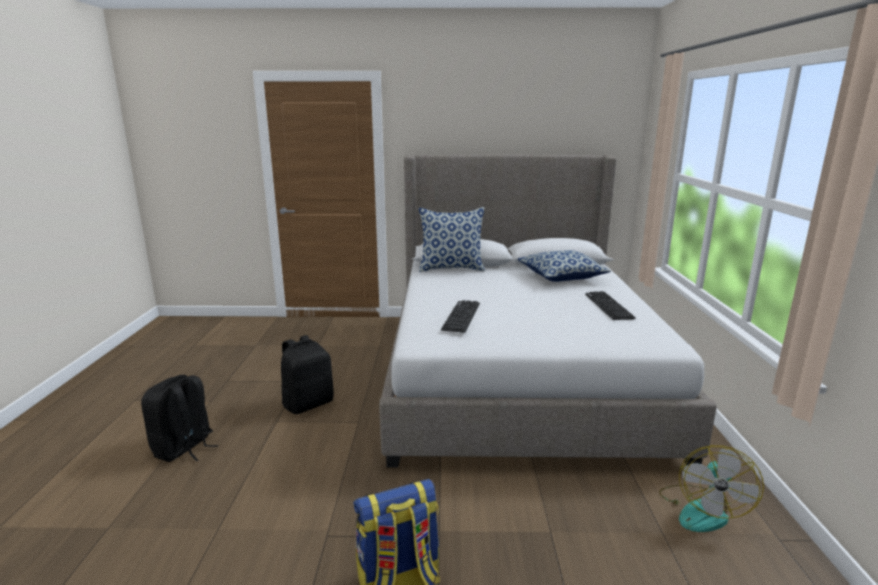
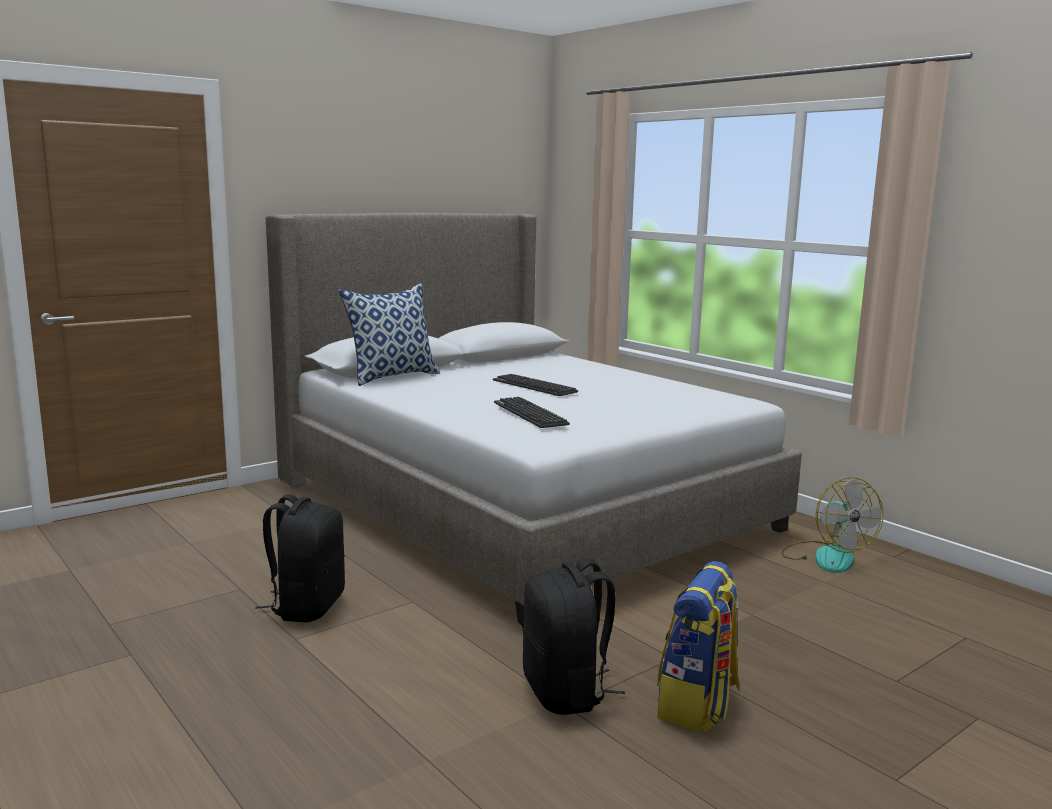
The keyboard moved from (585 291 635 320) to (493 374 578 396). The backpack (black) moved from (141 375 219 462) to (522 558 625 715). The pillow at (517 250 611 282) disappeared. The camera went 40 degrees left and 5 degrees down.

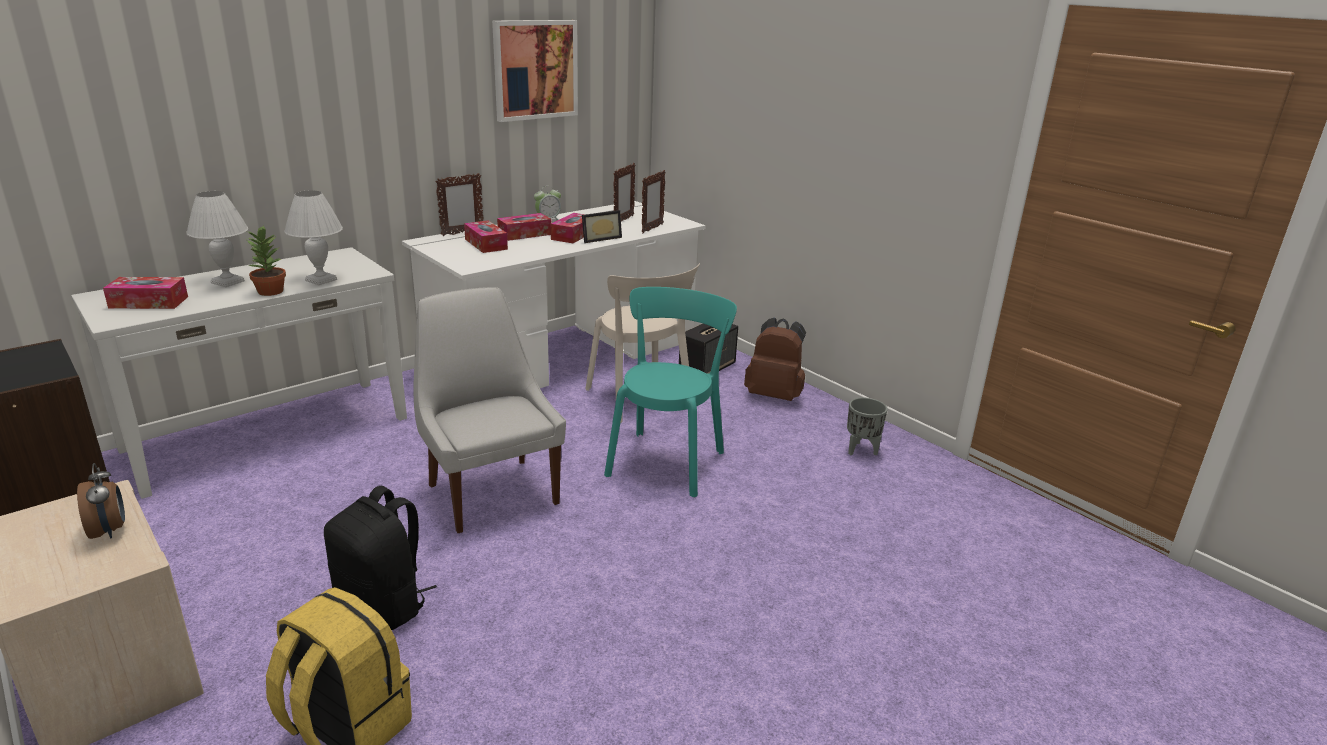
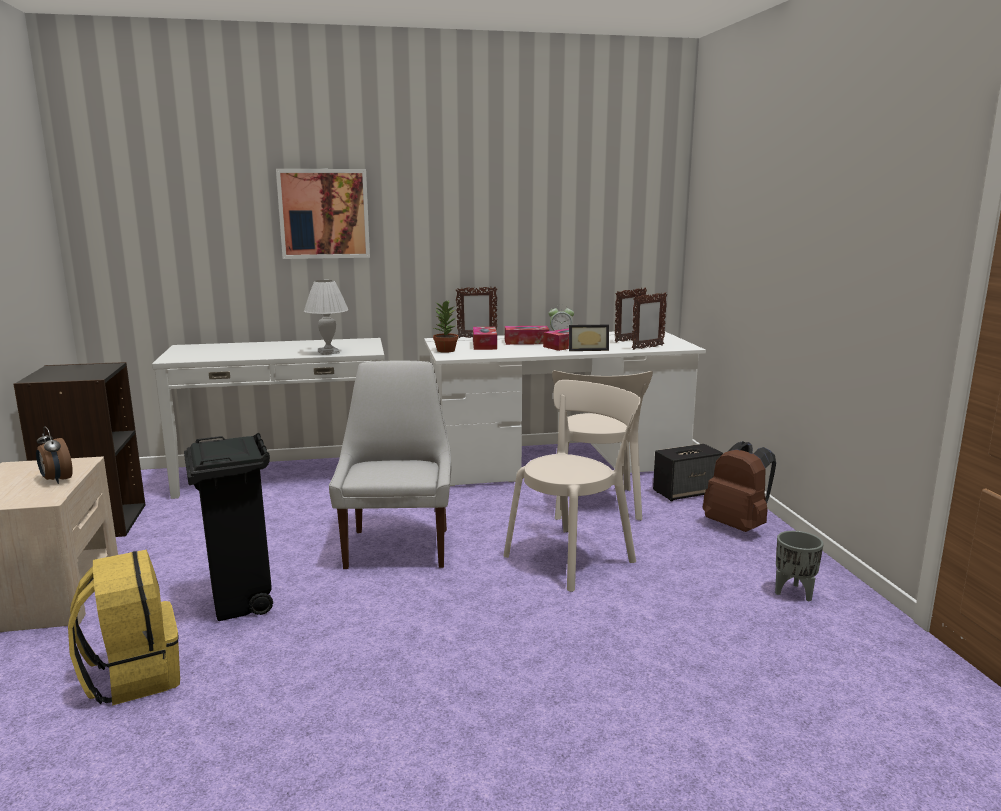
The alarm clock at (77 463 125 539) turned 135 degrees clockwise. The backpack (black) at (324 486 437 630) was replaced by the trash can (black) at (184 433 273 621). The picture moved from (492 20 578 122) to (276 169 370 259). The potted plant moved from (246 226 286 296) to (433 300 458 353). The chair (turquoise) at (604 287 737 497) became the chair (beige) at (503 380 641 592). The tissue box at (103 277 188 309) disappeared. The table lamp (white) at (186 191 248 287) disappeared. The camera went 30 degrees right and 10 degrees down.

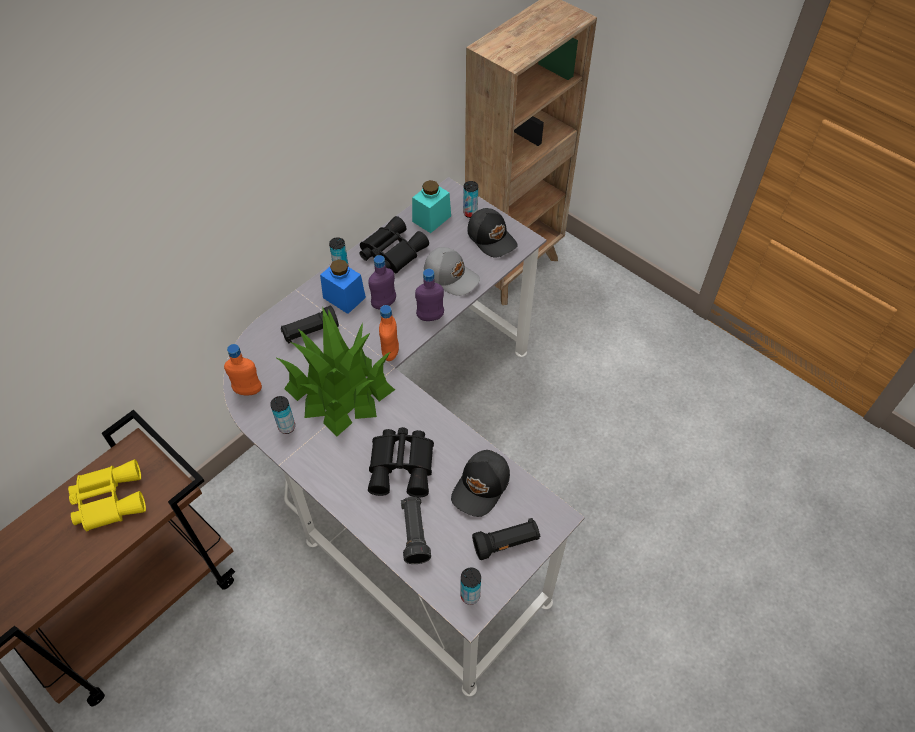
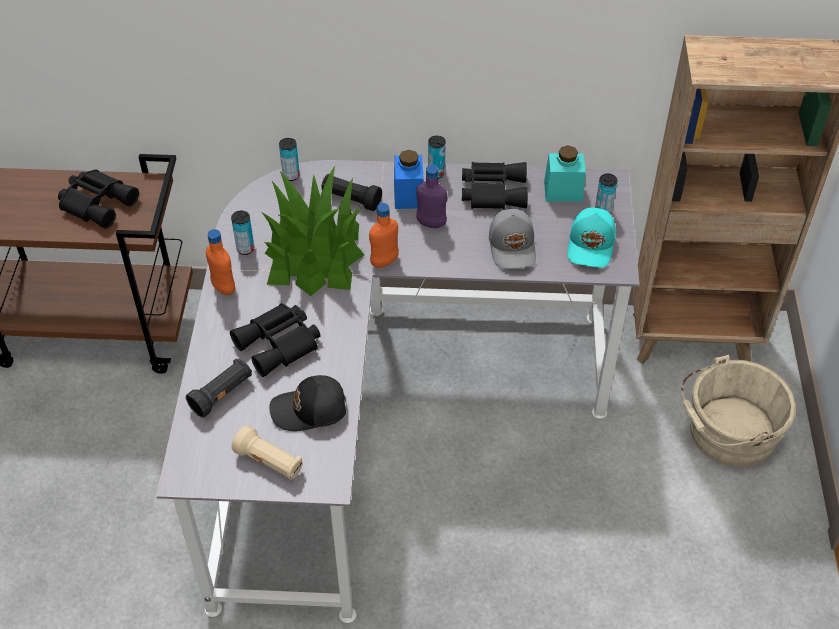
The binoculars (yellow) at (68 459 146 532) became the binoculars (black) at (58 169 139 229). The bottle (orange) moved from (224 344 262 395) to (206 229 235 295). The flashlight (black) at (472 518 541 560) became the flashlight (beige) at (232 426 303 480). The can moved from (461 568 481 605) to (279 138 300 181). The cap (black) at (467 208 518 258) became the cap (turquoise) at (567 207 616 268). The bucket (beige) at (681 355 796 468) appeared. The bottle (purple) at (415 269 444 321) disappeared. The camera went 50 degrees right and 5 degrees down.

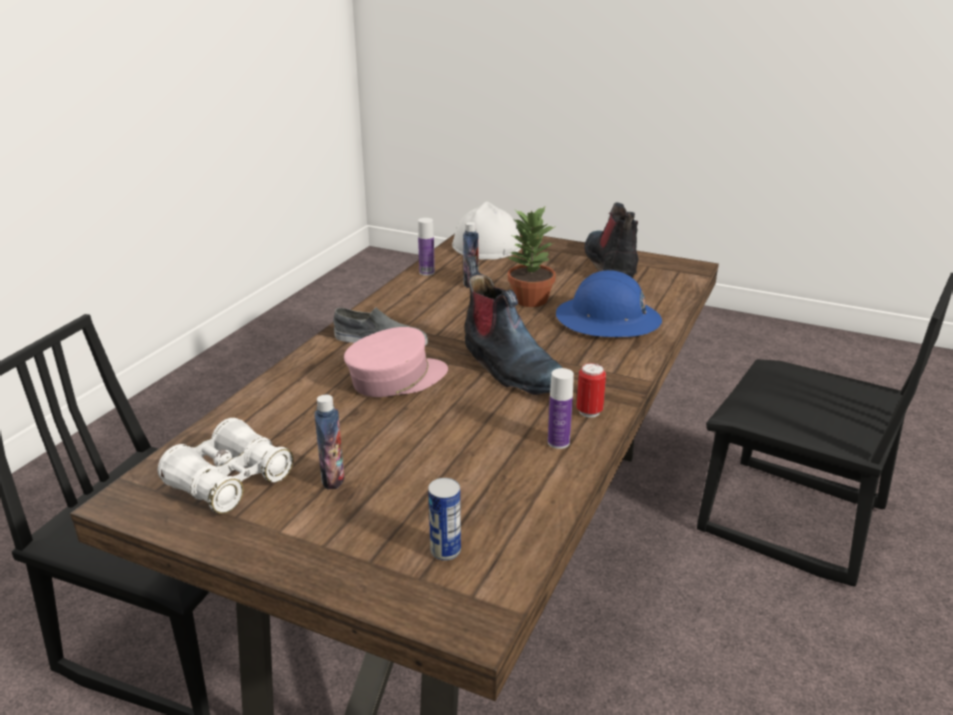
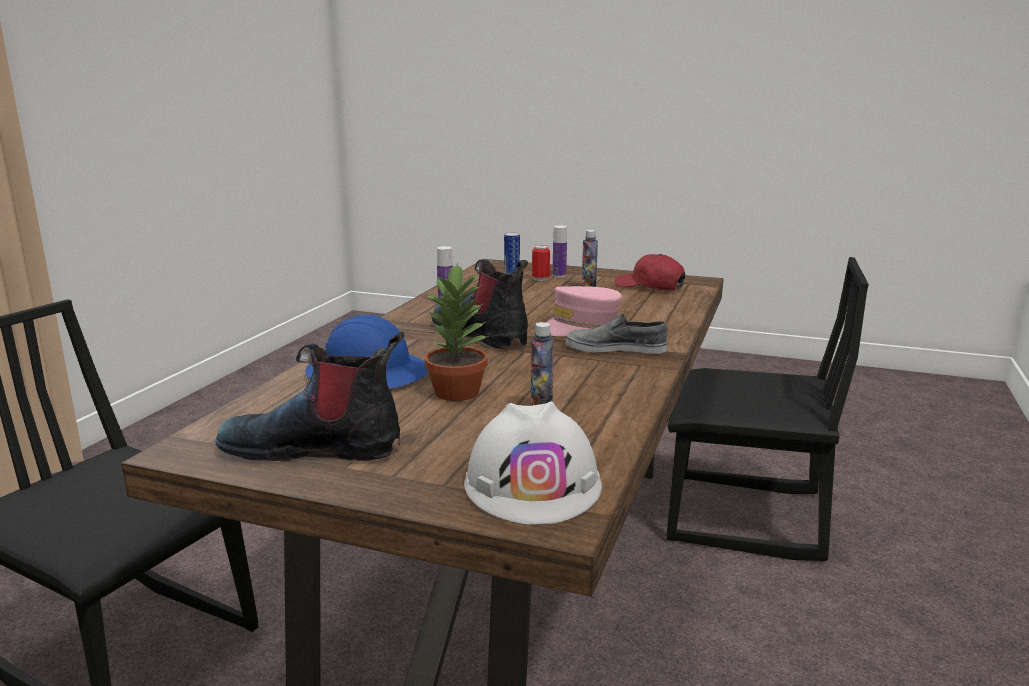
The boot at (585 202 639 278) turned 105 degrees clockwise. The can moved from (577 363 606 417) to (532 245 550 281). The bottle moved from (418 218 435 276) to (553 225 567 277). The binoculars (white) at (158 418 294 514) was replaced by the cap (red) at (615 254 685 291). The camera went 175 degrees right and 10 degrees down.

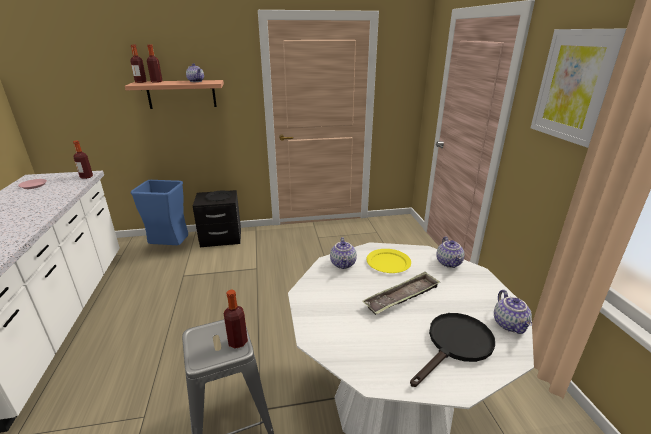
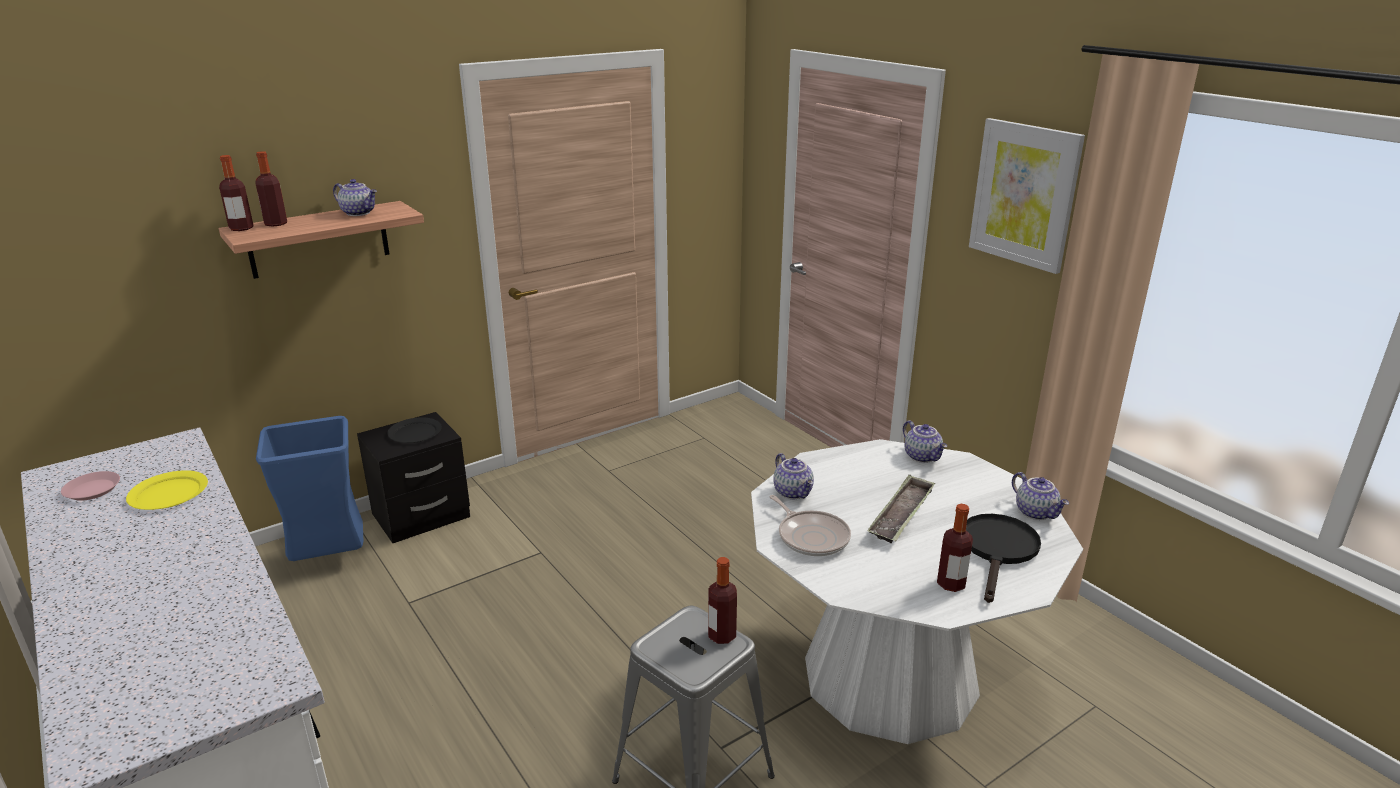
The plate (yellow) moved from (366 249 411 273) to (126 470 208 510). The frying pan at (769 495 851 556) appeared. The bottle moved from (73 141 93 179) to (937 504 973 592). The camera went 25 degrees left and 0 degrees up.

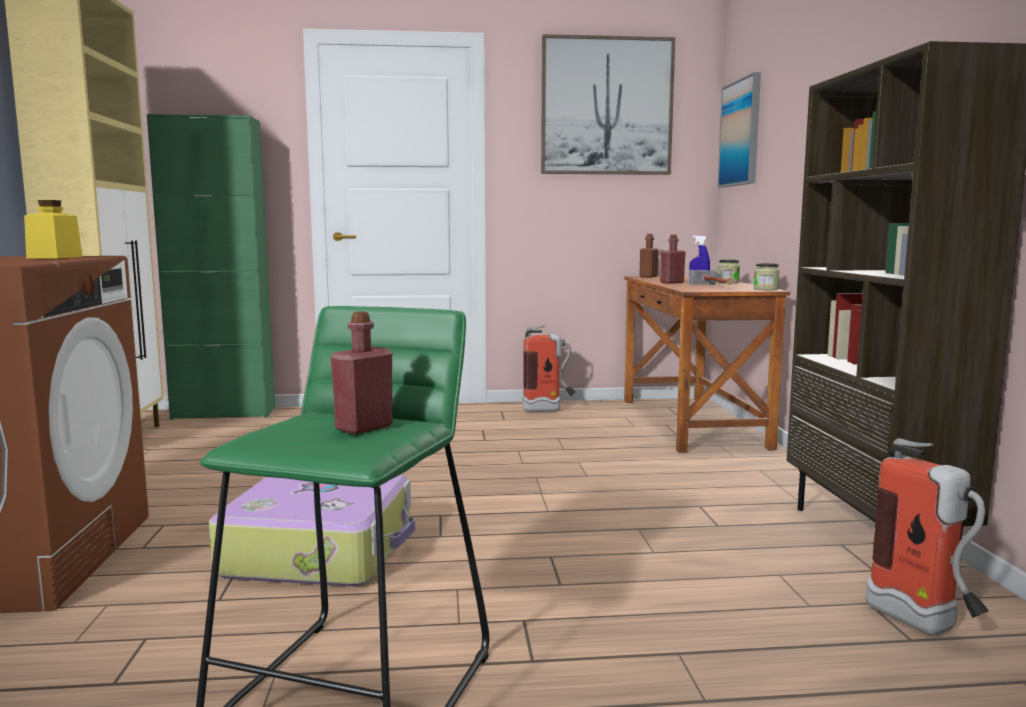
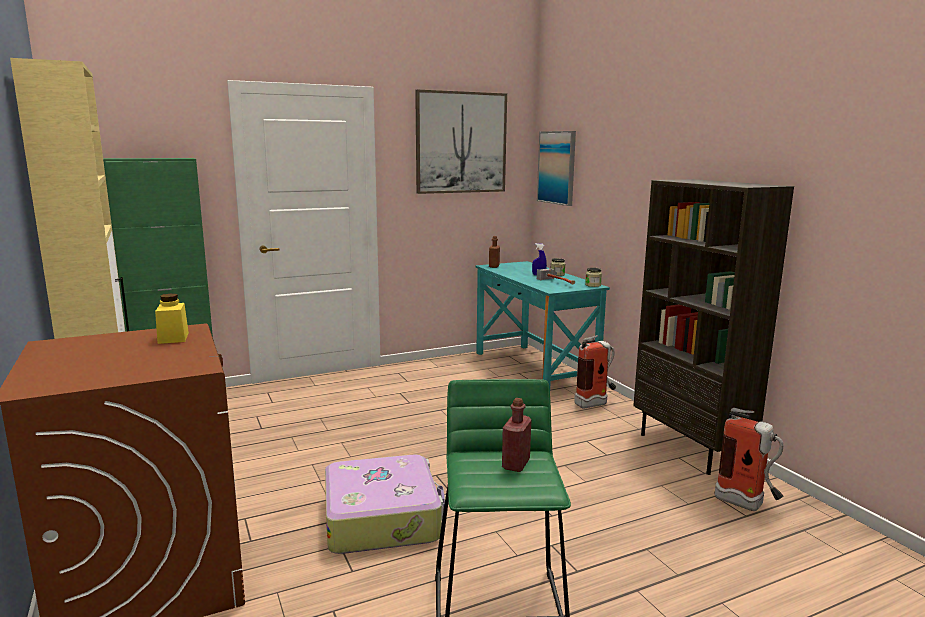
The desk (brown) at (624 276 790 453) became the desk (turquoise) at (475 261 610 388). The fire extinguisher moved from (522 325 576 412) to (574 335 616 408). The bottle (red) at (660 235 686 284) disappeared. The camera went 20 degrees left and 5 degrees up.

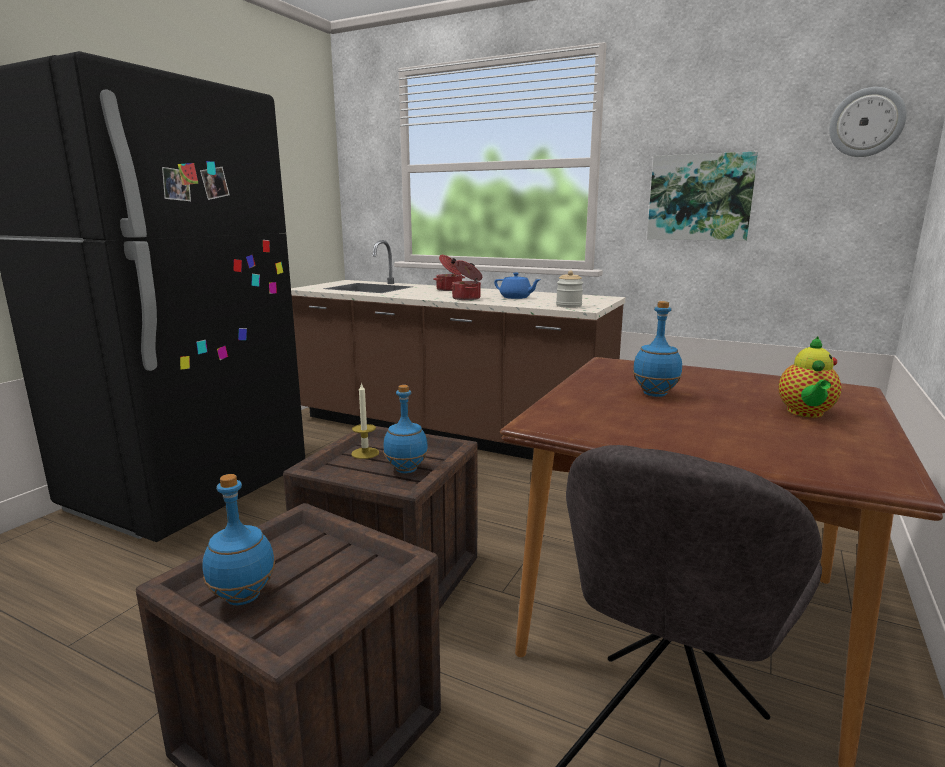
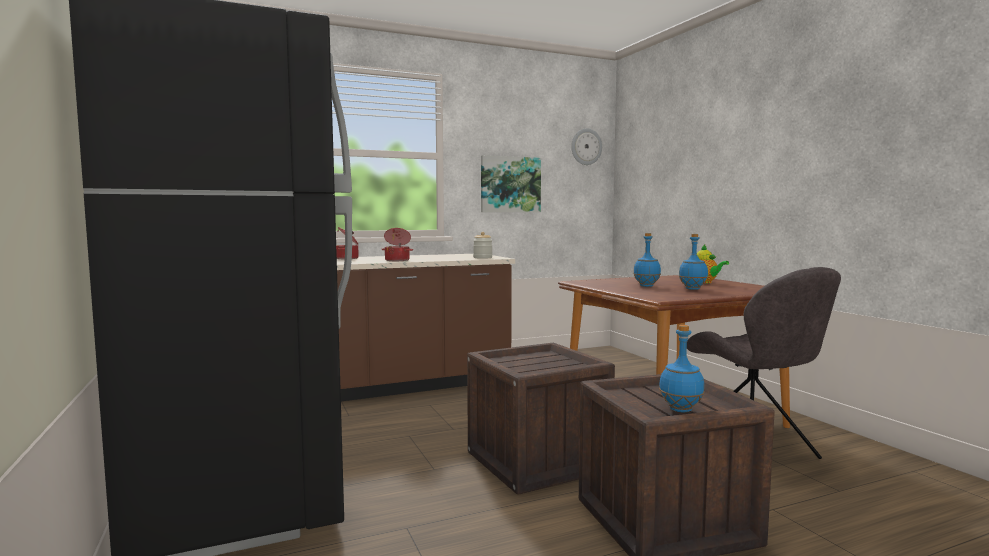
The bottle (blue) moved from (383 385 428 473) to (679 234 708 290). The candle at (351 382 379 459) disappeared. The teapot (blue) at (494 273 541 299) disappeared. The camera went 50 degrees left and 10 degrees down.

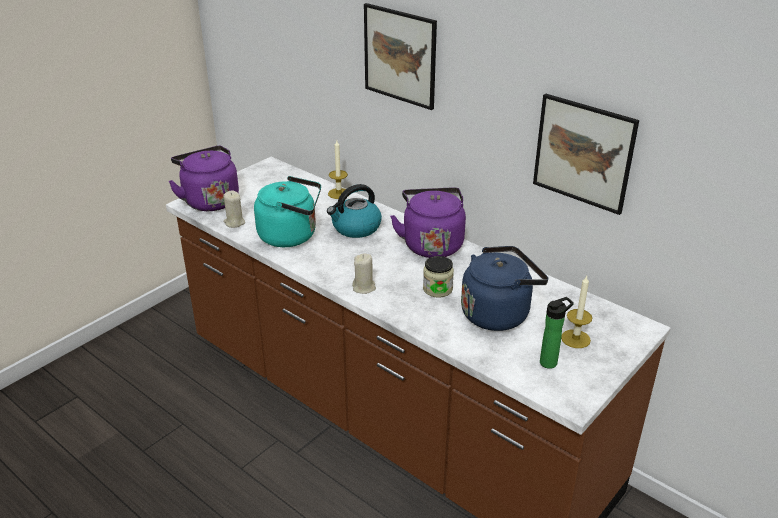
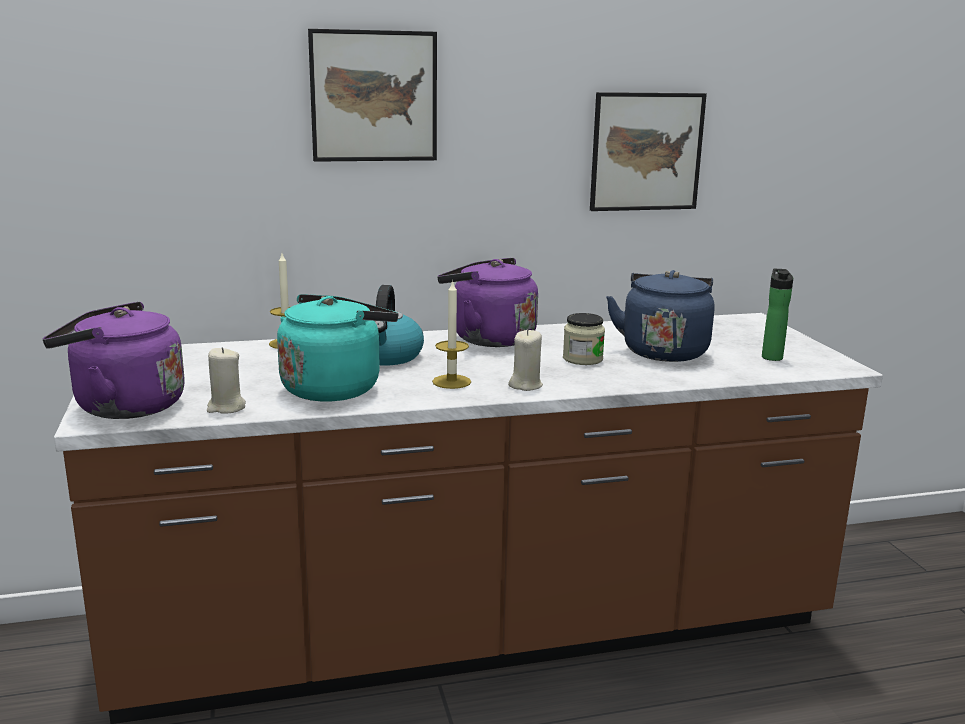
The candle moved from (561 276 592 348) to (432 280 471 389). The camera went 55 degrees left and 15 degrees down.

